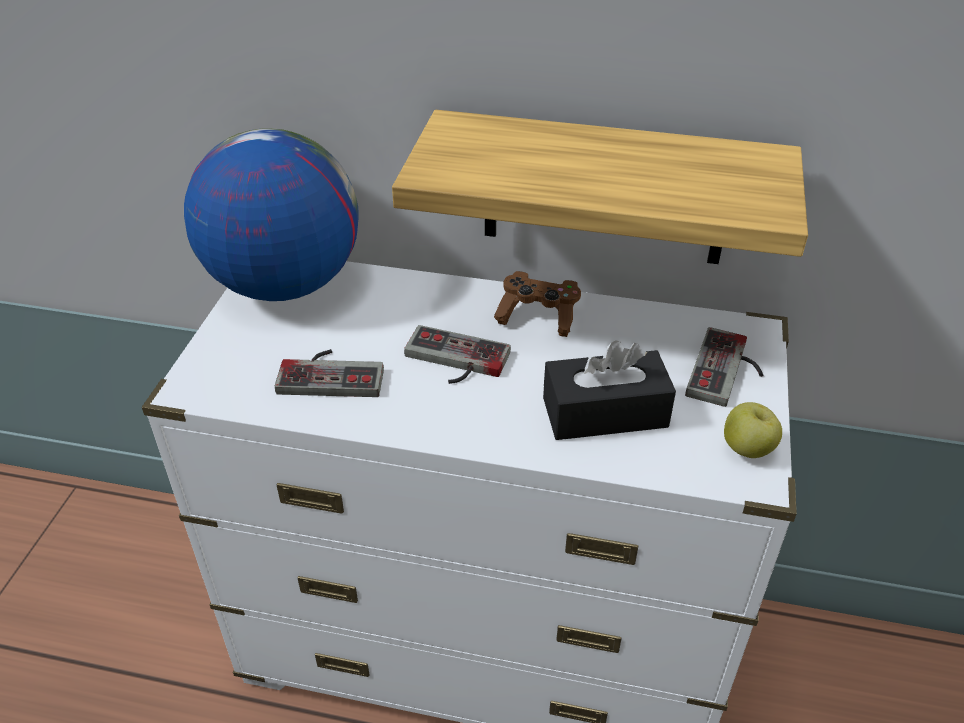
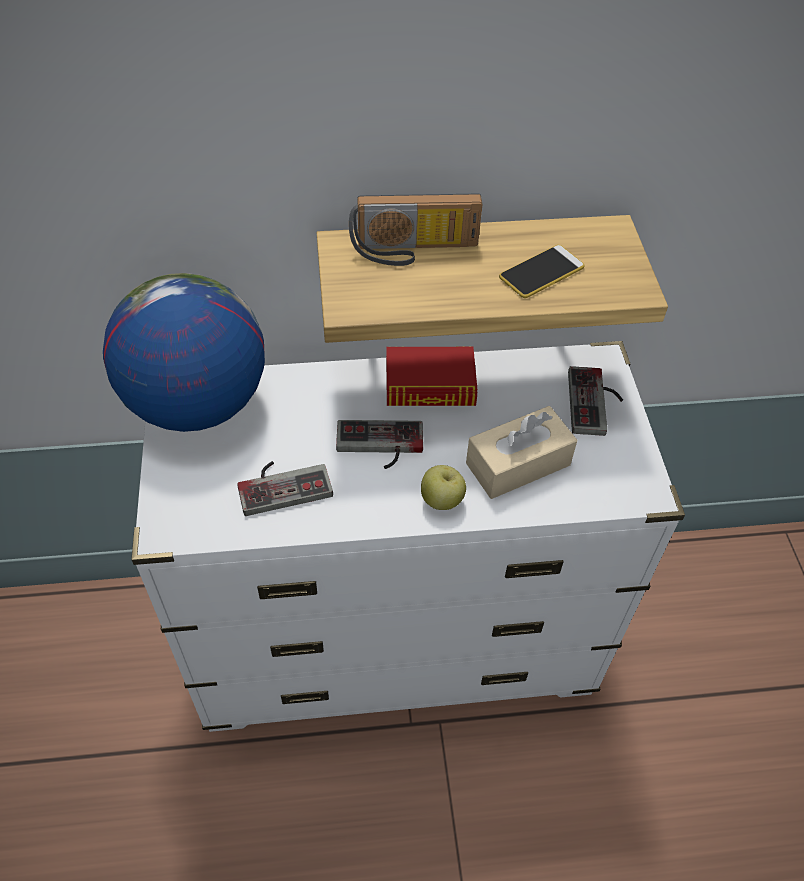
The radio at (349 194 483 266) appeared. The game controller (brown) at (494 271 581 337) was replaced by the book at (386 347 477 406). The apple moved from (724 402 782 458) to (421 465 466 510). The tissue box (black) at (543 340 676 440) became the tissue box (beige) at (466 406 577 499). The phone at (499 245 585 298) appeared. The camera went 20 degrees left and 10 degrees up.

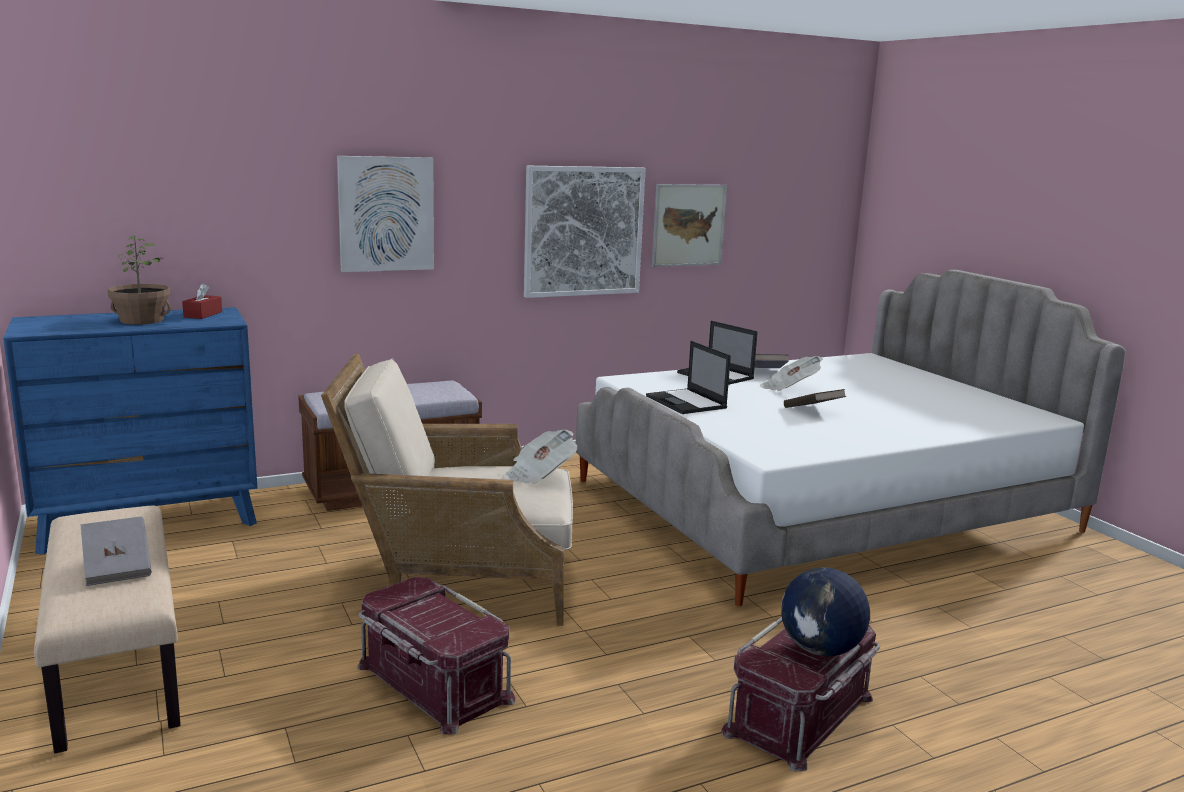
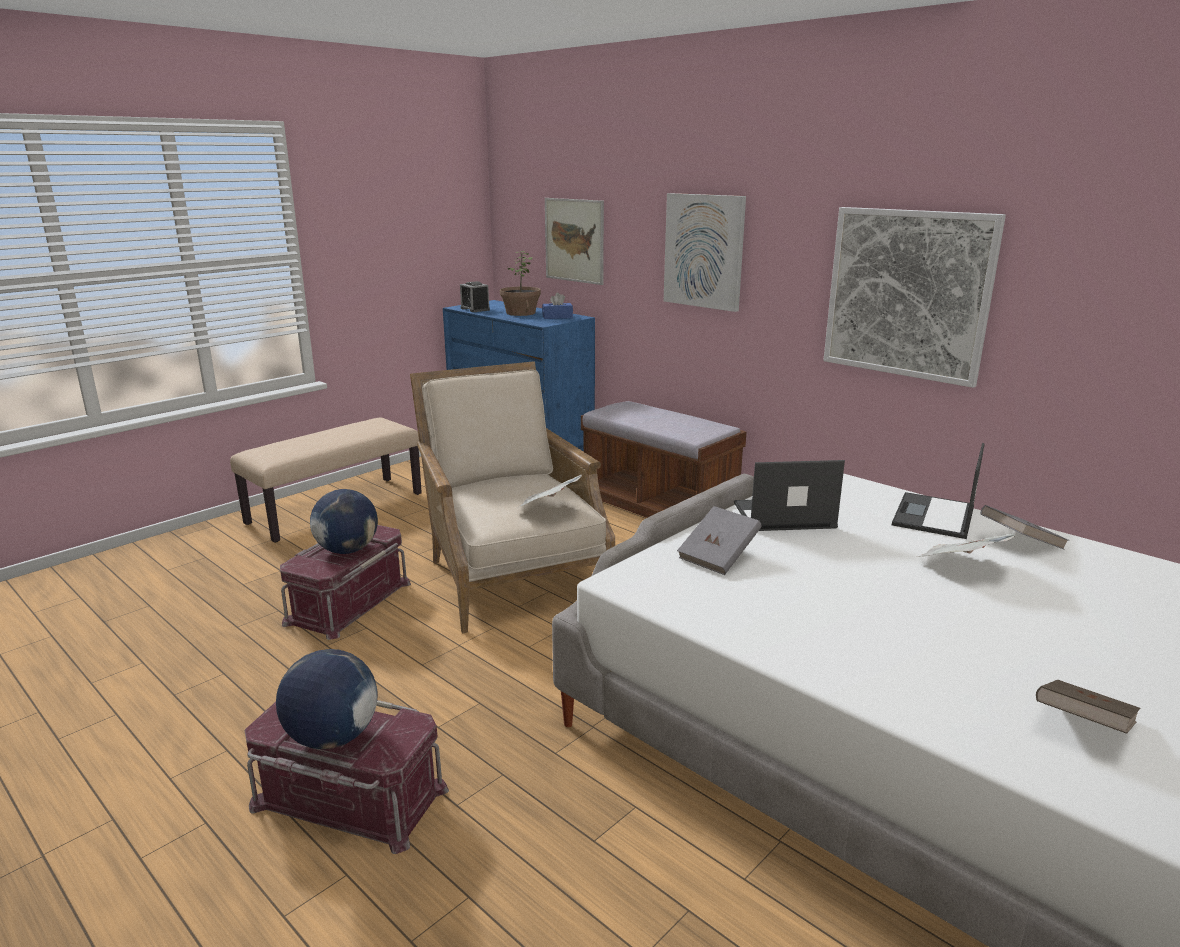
The globe at (310 489 378 554) appeared. The alarm clock at (460 281 490 312) appeared. The tissue box (red) at (182 283 222 319) became the tissue box (blue) at (542 292 573 319). The picture moved from (652 184 727 267) to (545 198 604 285). The book (grey) moved from (81 516 152 586) to (677 506 762 575). The laptop at (646 341 731 414) turned 45 degrees clockwise. The book (brown) moved from (784 389 846 408) to (1036 680 1140 734). The camera went 70 degrees right and 5 degrees up.

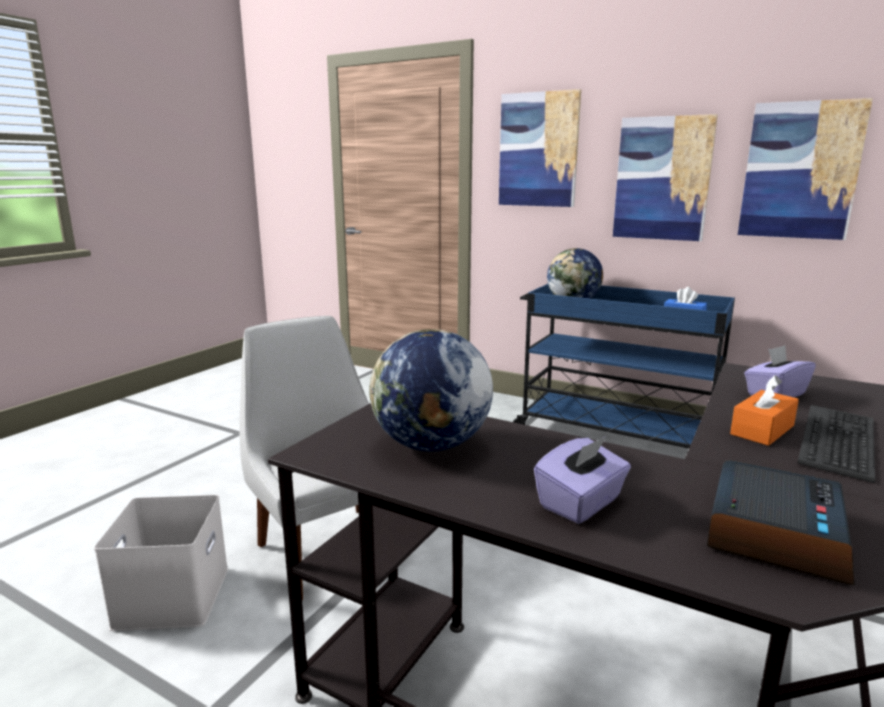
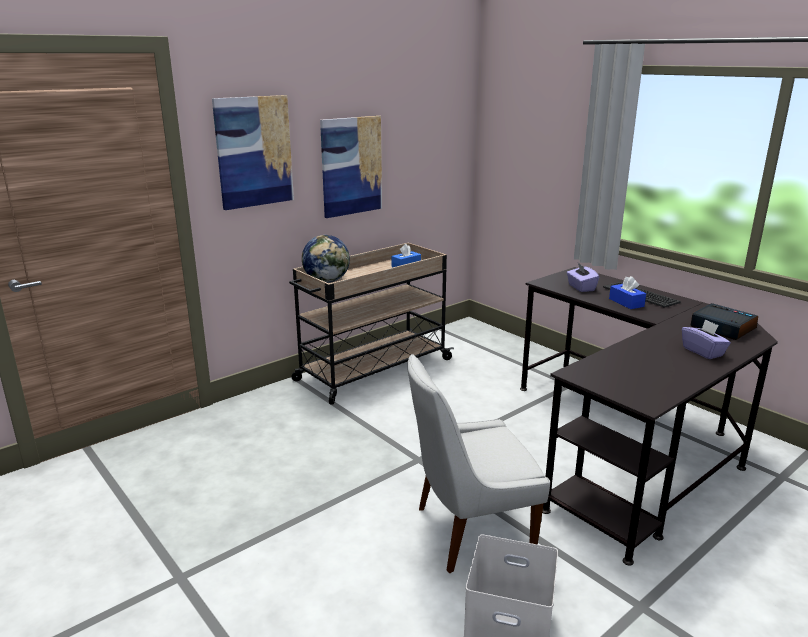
The cart (blue) at (513 284 735 449) became the cart (beige) at (289 243 454 405). The tissue box (orange) at (730 375 799 446) became the tissue box (blue) at (609 276 646 309). The globe at (369 329 493 451) disappeared. The picture at (738 98 873 240) disappeared. The camera went 70 degrees left and 5 degrees up.

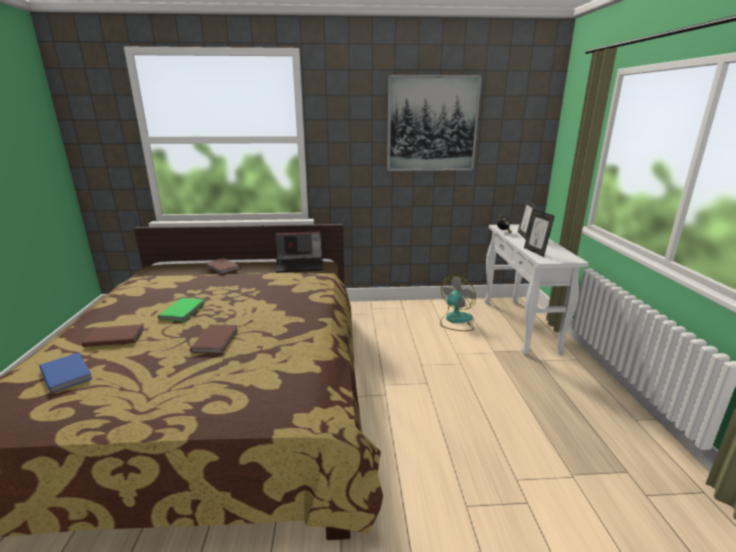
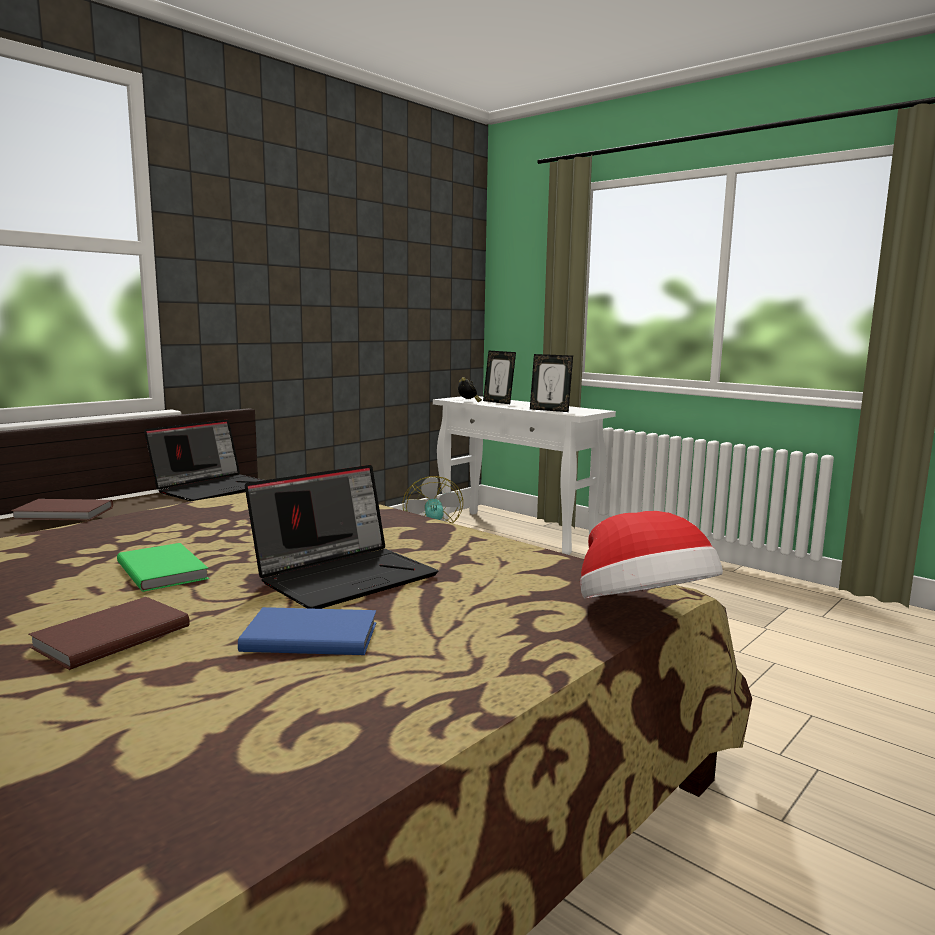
The book (blue) moved from (39 352 93 393) to (238 607 377 655). The book (brown) at (190 324 238 354) was replaced by the laptop at (245 465 438 609). The hat at (580 511 723 599) appeared. The picture at (387 75 482 171) disappeared. The camera went 45 degrees left and 10 degrees down.

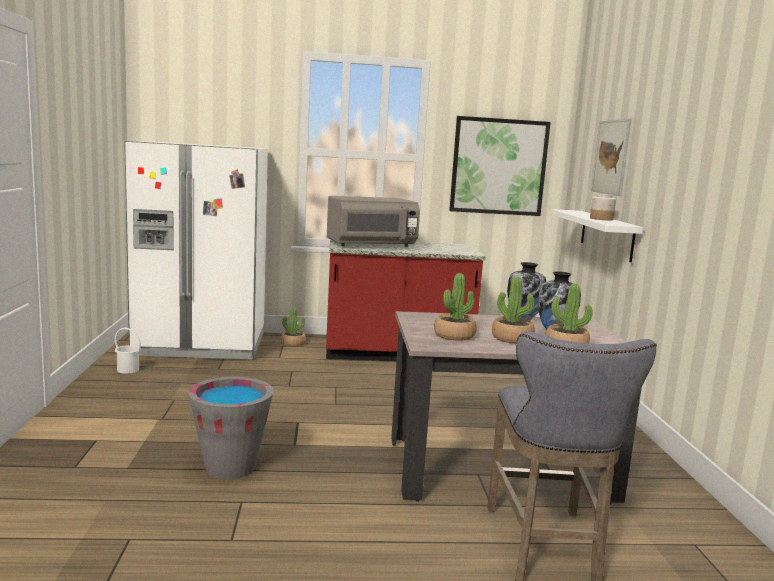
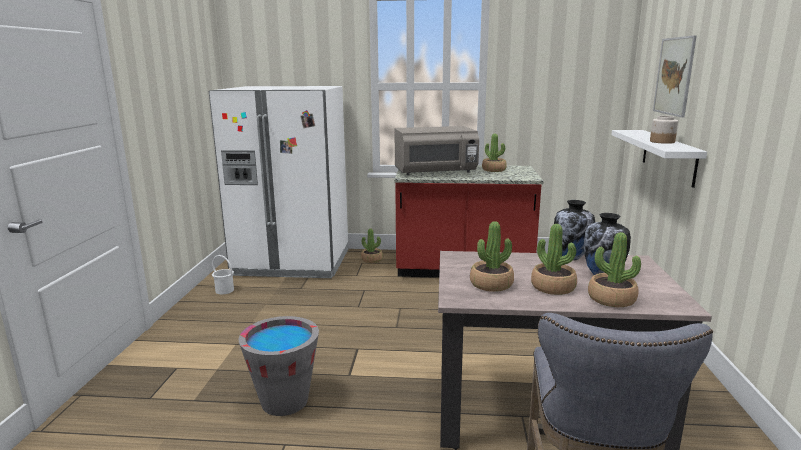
The potted plant at (482 134 507 172) appeared. The picture at (449 116 551 216) disappeared. The camera went 10 degrees right and 5 degrees up.

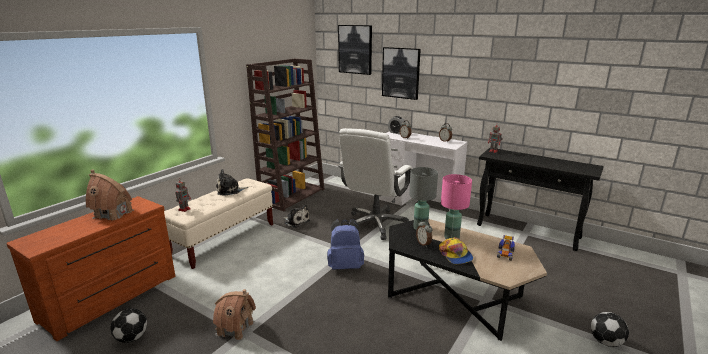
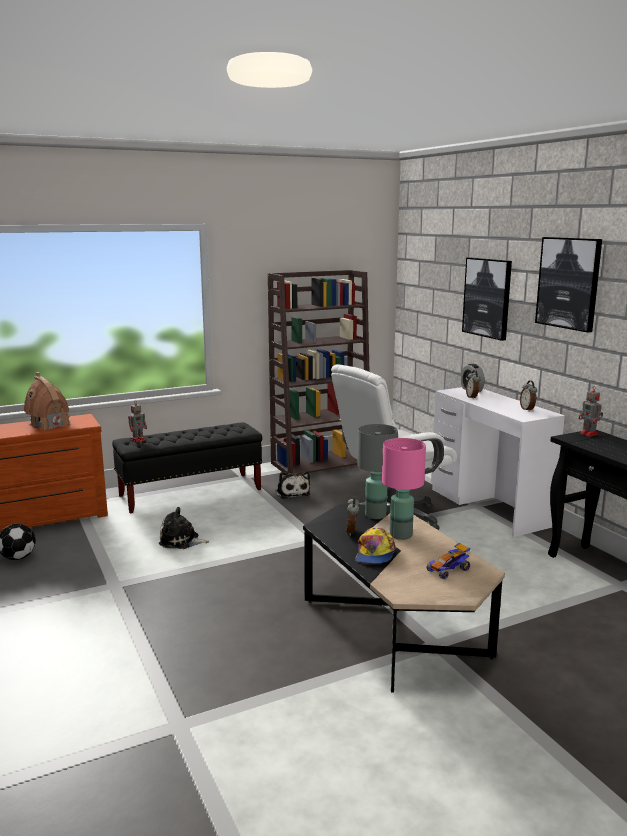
The bench (beige) at (164 178 273 269) became the bench (black) at (112 422 262 513). The plush toy moved from (216 169 249 196) to (159 507 210 549). The picture moved from (338 25 372 75) to (535 237 602 332). The toy house at (213 289 256 340) disappeared. The backpack (blue) at (327 219 364 270) disappeared. The football at (591 312 629 347) disappeared. The camera went 30 degrees right and 5 degrees down.

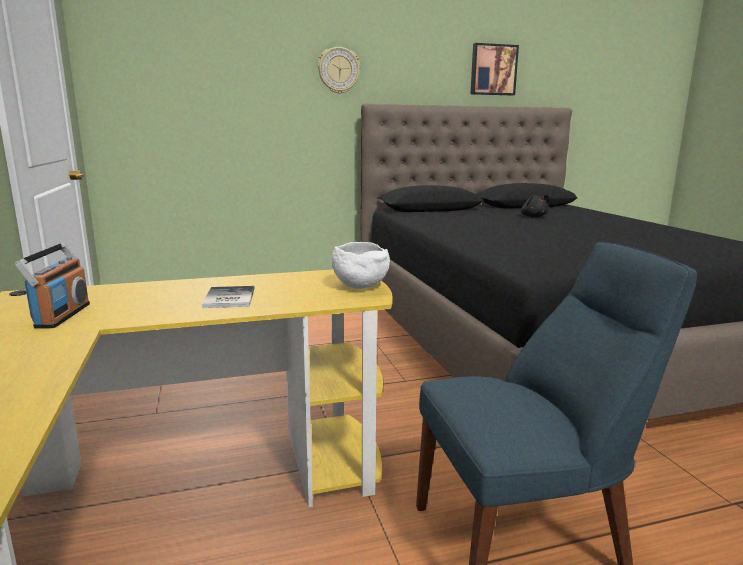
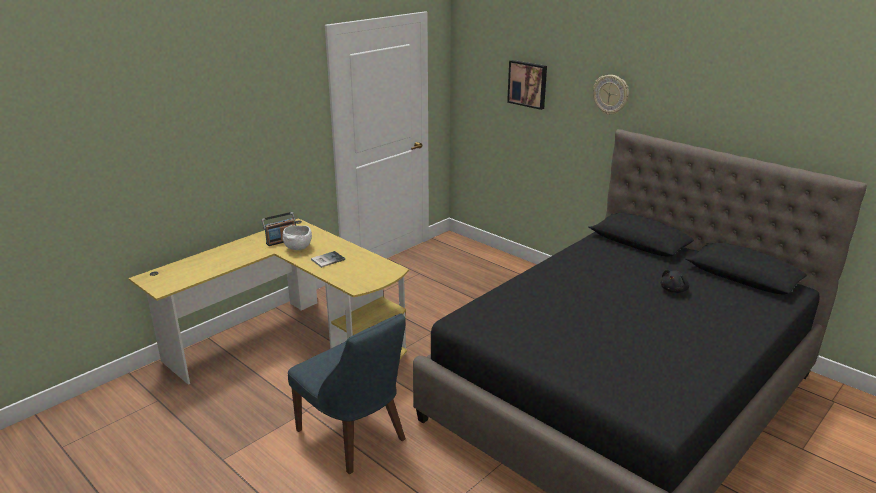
The bowl (white) moved from (332 242 390 289) to (283 225 312 250). The picture moved from (470 43 519 95) to (507 60 547 110). The camera went 60 degrees right and 10 degrees up.

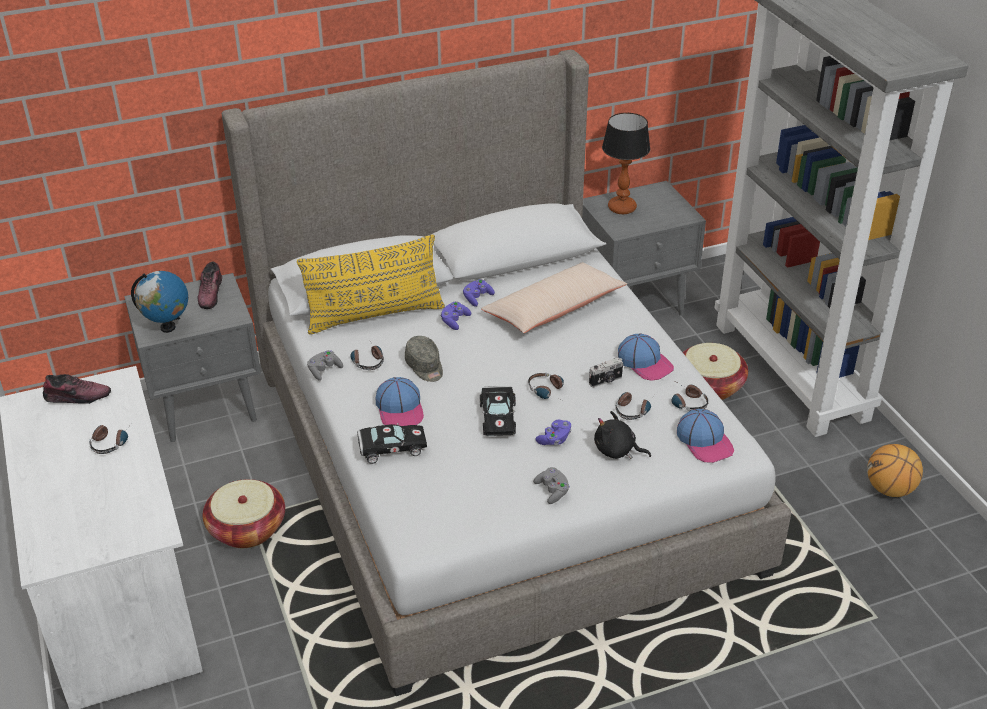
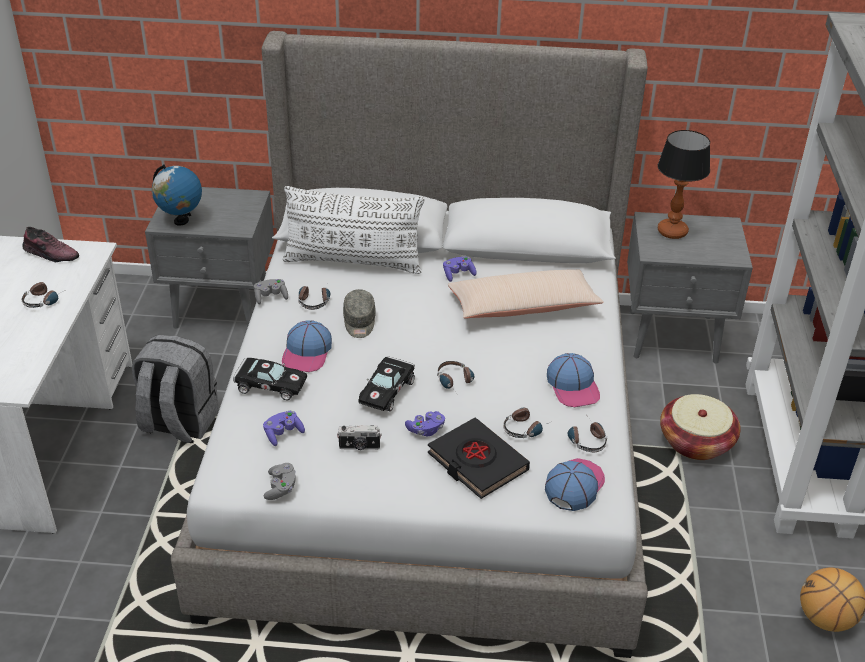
The basket at (203 479 285 548) was replaced by the backpack (grey) at (132 335 219 443). The game controller (purple) moved from (441 301 471 330) to (263 411 305 446). The game controller (grey) moved from (533 467 570 504) to (264 463 296 500). The pillow (yellow) at (297 234 445 335) became the pillow (white) at (283 186 424 274). The photo camera moved from (589 358 623 387) to (337 425 382 450). The plush toy (black) at (594 411 651 459) was replaced by the book (black) at (428 418 530 499). The cap at (677 409 734 463) turned 150 degrees counterclockwise. The shoe at (197 262 222 309) disappeared. The camera went 25 degrees right and 0 degrees up.

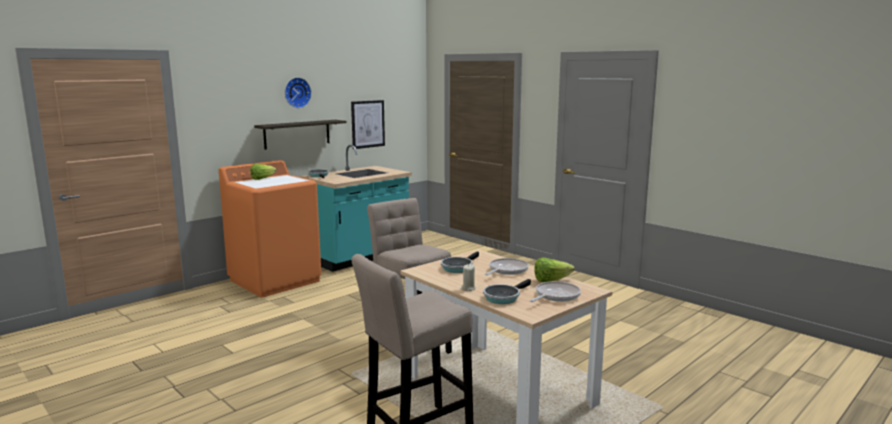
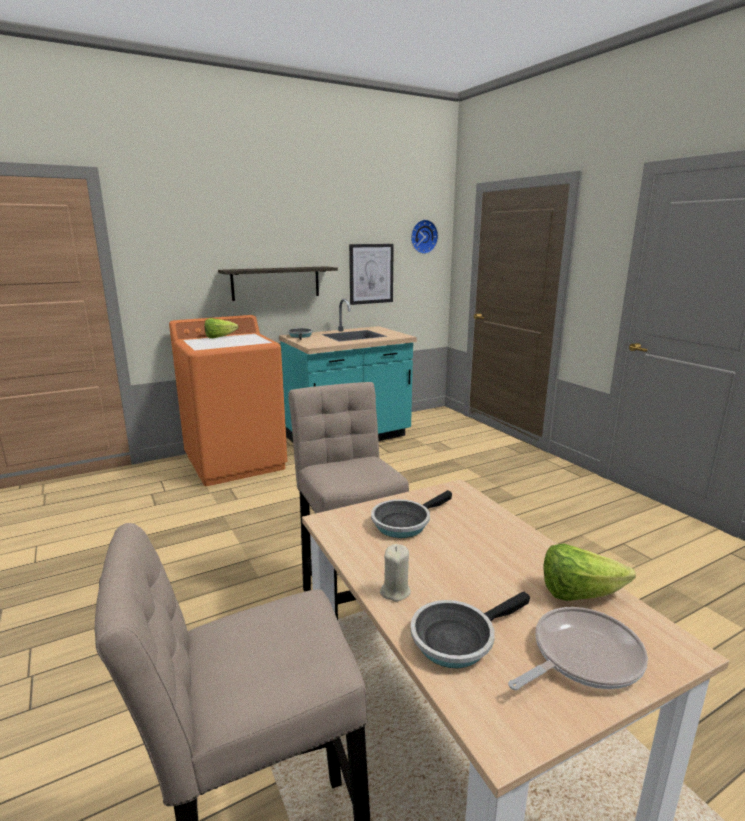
The wall clock moved from (285 77 312 108) to (411 219 438 254). The frying pan at (485 258 529 275) disappeared. The camera went 15 degrees right and 5 degrees up.

